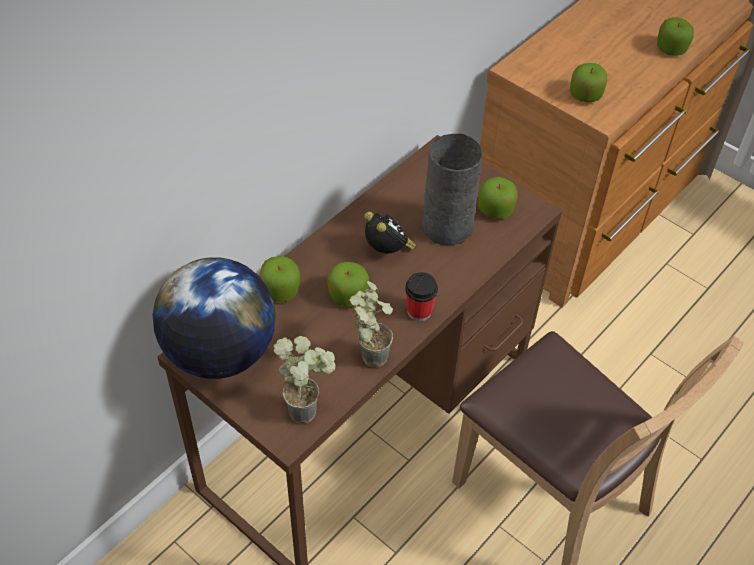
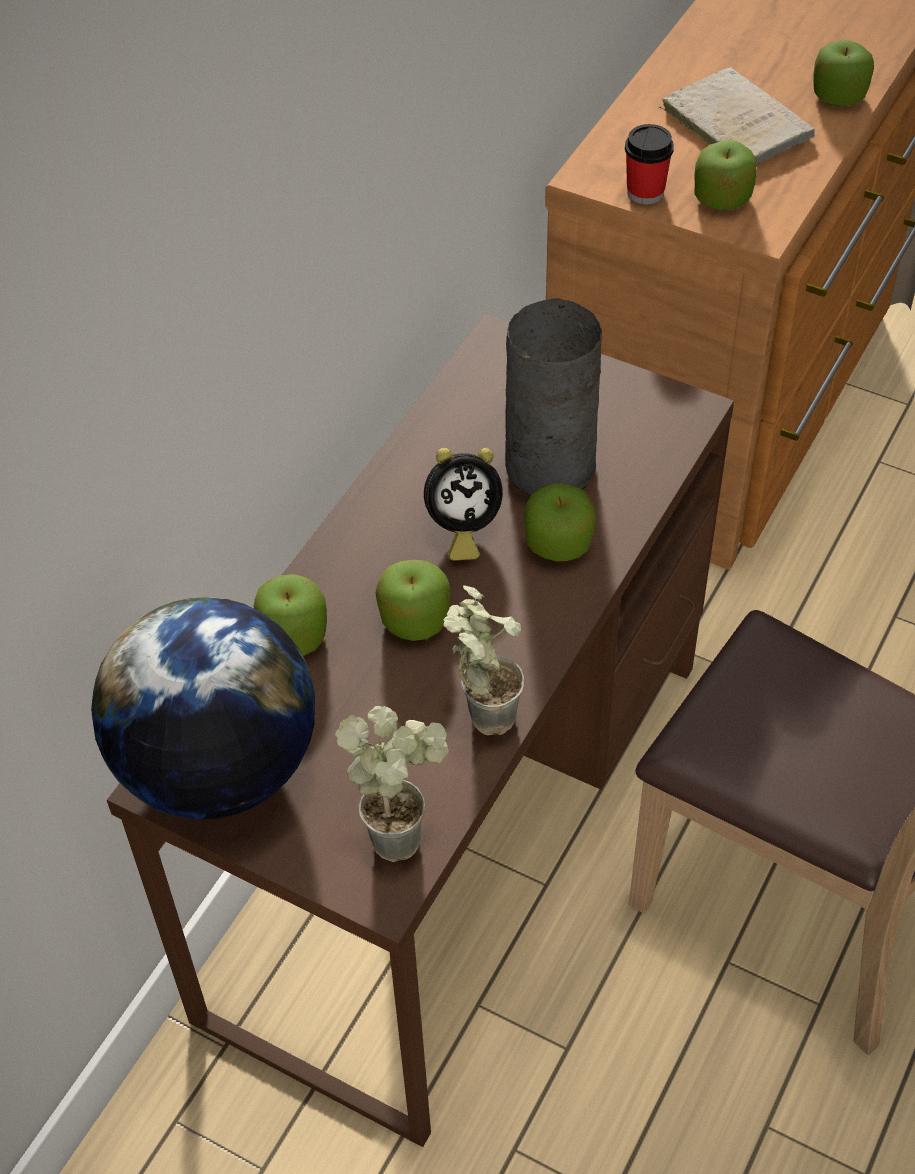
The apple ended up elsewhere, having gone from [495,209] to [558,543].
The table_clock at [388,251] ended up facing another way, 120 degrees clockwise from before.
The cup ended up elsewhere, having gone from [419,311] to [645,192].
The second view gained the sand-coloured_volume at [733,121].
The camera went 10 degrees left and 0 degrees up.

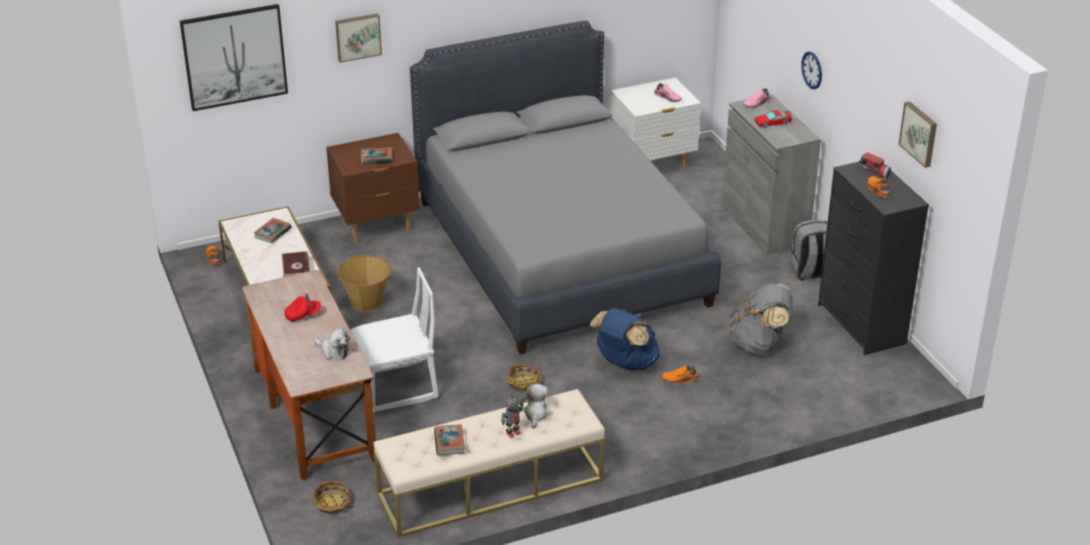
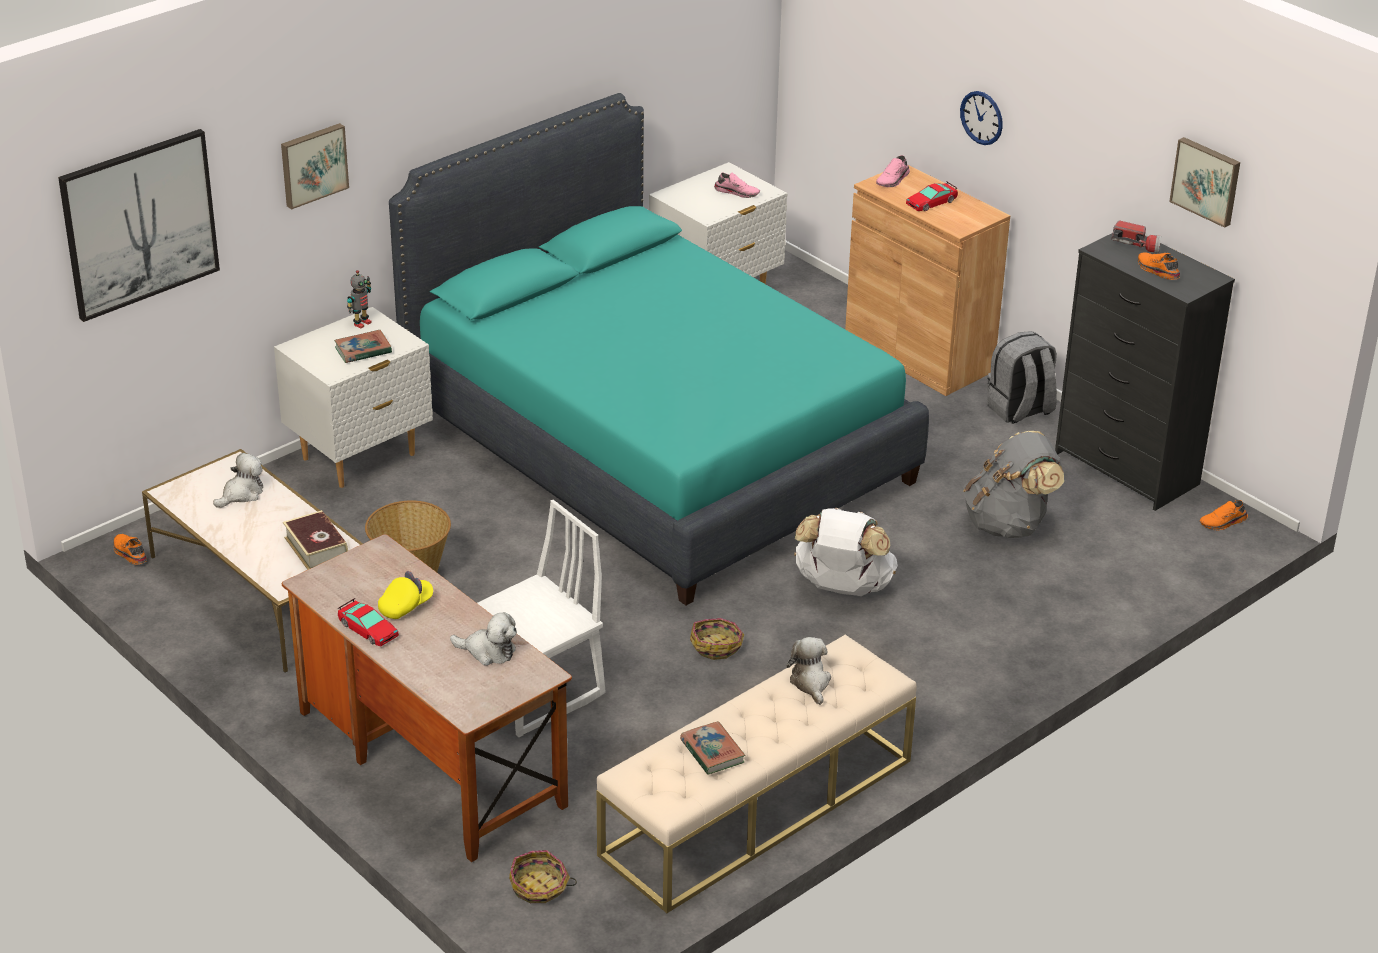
What was the gray_sleeping_bed at [560,251] turned into the turquoise_sleeping_bed at [656,445].
What was the gray_storage_cabinet at [764,224] turned into the brown-coloured_storage_cabinet at [918,355].
What was the brown-coloured_bedside_table at [376,226] turned into the white_bedside_table at [360,457].
Where the volume stood at [273,233], the soft_toy came to stand at [241,494].
What was the red_cap at [303,315] turned into the yellow_cap at [406,606].
What was the blue-coloured_rucksack at [625,363] turned into the white_rucksack at [843,588].
The orangey_low_shoe ended up elsewhere, having gone from [680,380] to [1223,523].
The robot_figure ended up elsewhere, having gone from [513,432] to [361,323].
The second view gained the toy_car at [367,629].
The camera went 20 degrees left and 0 degrees up.

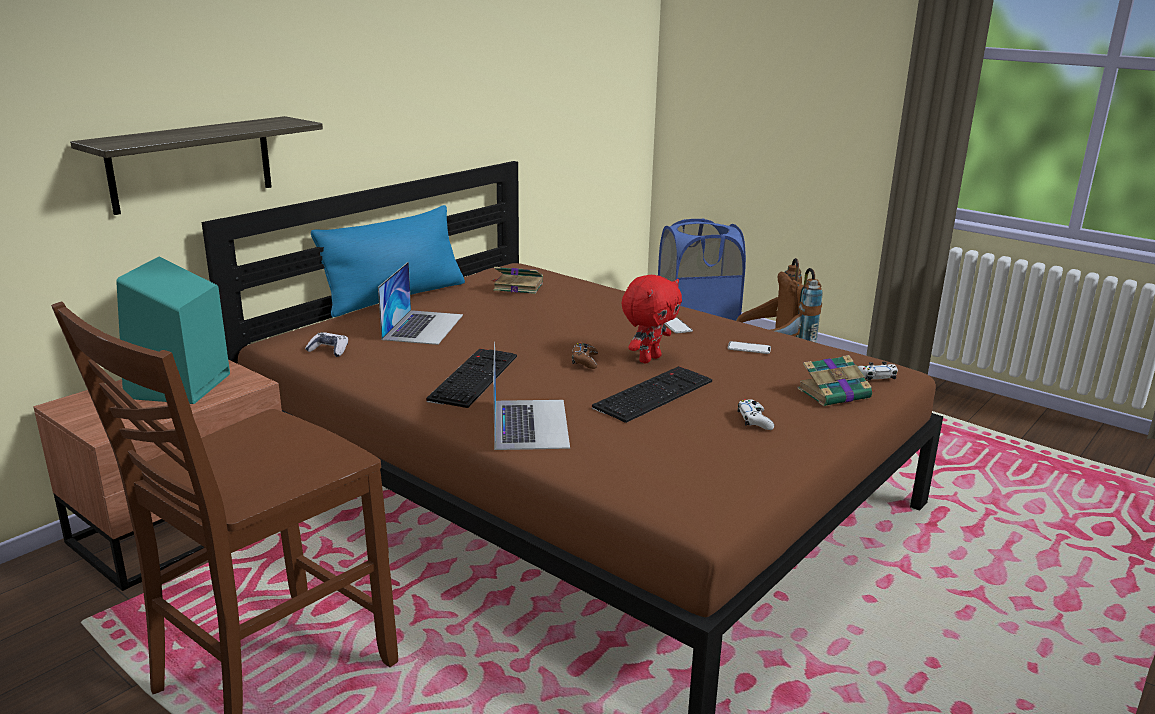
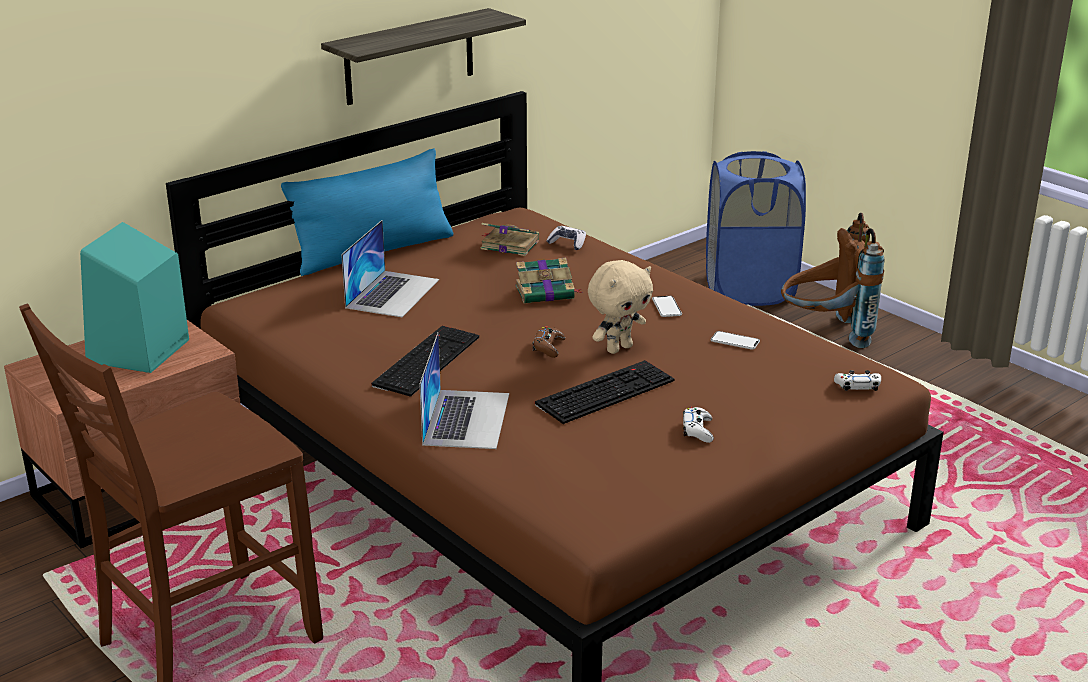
The bracket_shelf ended up elsewhere, having gone from [192,164] to [409,57].
What was the red_soft_toy at [648,359] turned into the sand-coloured_soft_toy at [618,348].
The joypad ended up elsewhere, having gone from [329,350] to [567,243].
The volume ended up elsewhere, having gone from [835,393] to [546,292].
The camera went 10 degrees right and 5 degrees up.

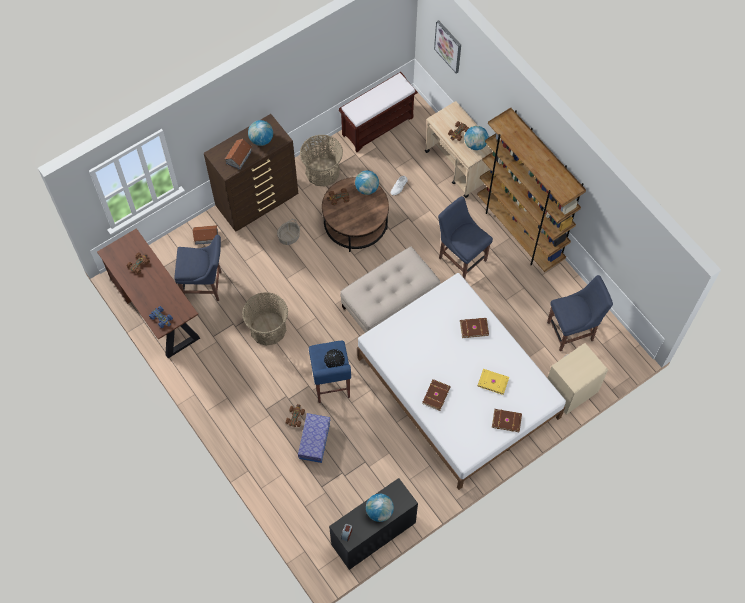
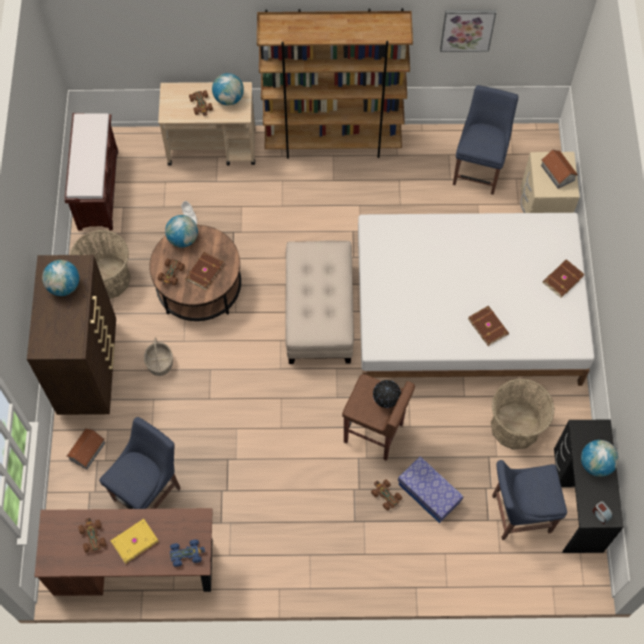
The picture ended up elsewhere, having gone from [448,46] to [467,29].
The model_house ended up elsewhere, having gone from [238,157] to [557,173].
The blue-coloured_chair ended up elsewhere, having gone from [461,257] to [517,513].
The storage_basket ended up elsewhere, having gone from [268,328] to [515,426].
The brown-coloured_volume ended up elsewhere, having gone from [473,327] to [204,271].
What was the blue-coloured_stool at [331,385] turned into the brown-coloured_stool at [374,434].
The yellow_volume ended up elsewhere, having gone from [493,381] to [134,541].
The camera went 55 degrees left and 0 degrees up.

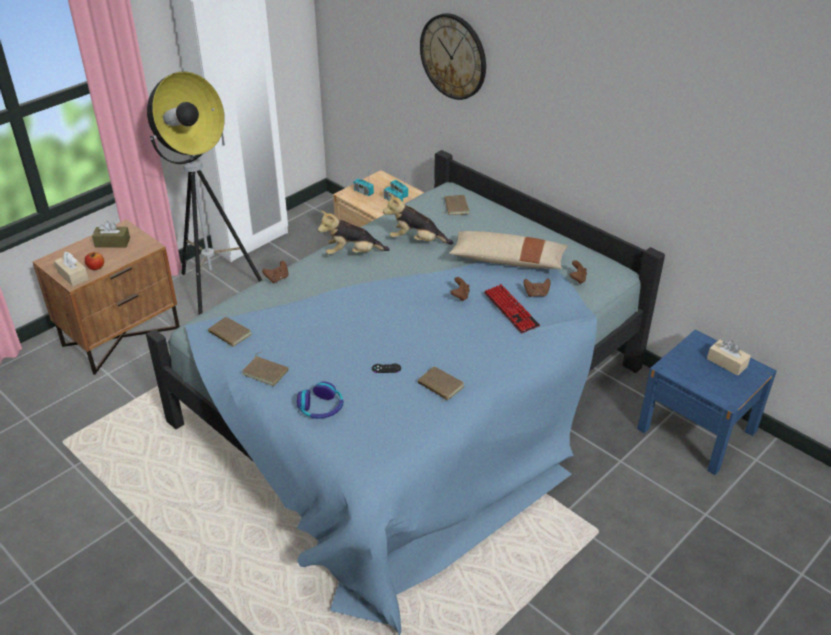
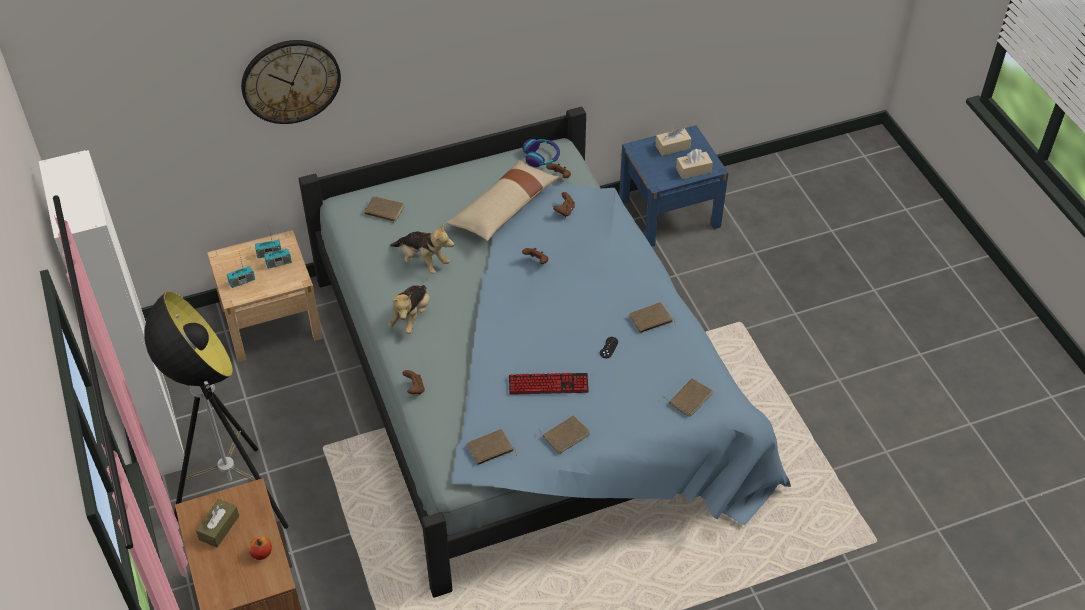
The soft_toy at [416,241] ended up facing another way, 90 degrees counterclockwise from before.
The sand-coloured_tissue_box ended up elsewhere, having gone from [73,276] to [693,170].
The computer_keyboard ended up elsewhere, having gone from [511,310] to [548,385].
The headset ended up elsewhere, having gone from [321,407] to [541,157].
The second view gained the brown-coloured_volume at [689,398].
The camera went 65 degrees left and 10 degrees up.

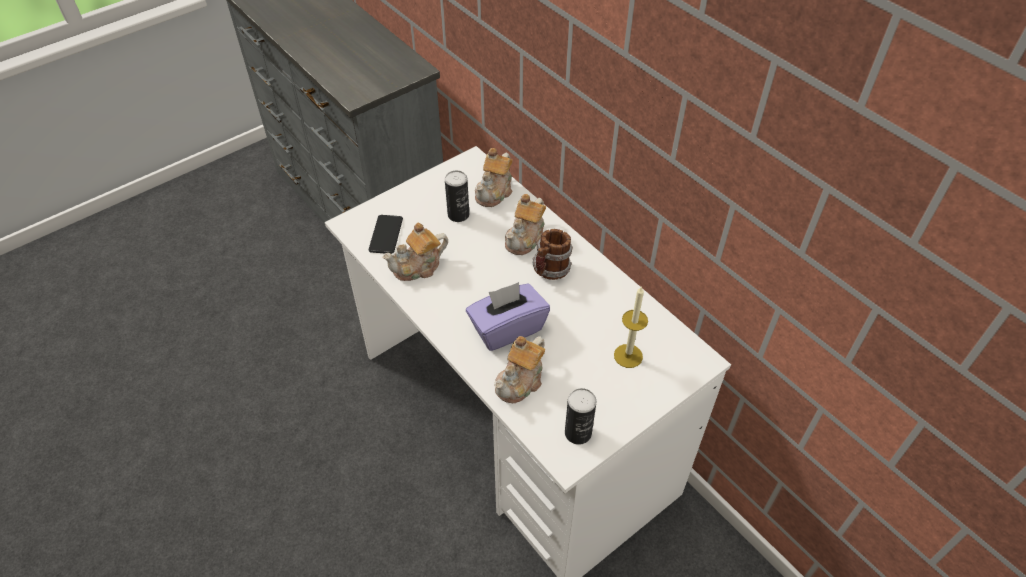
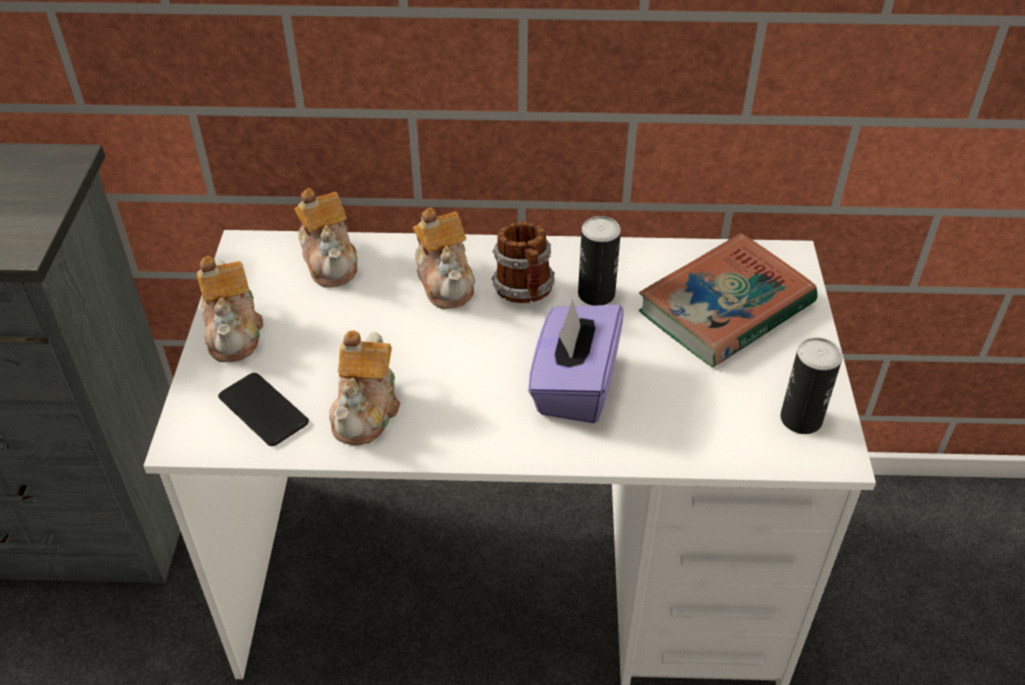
The sealed_can ended up elsewhere, having gone from [458,215] to [596,294].
Where the candle stood at [628,356], the volume came to stand at [725,308].
The teapot ended up elsewhere, having gone from [520,381] to [234,331].
The camera went 50 degrees left and 5 degrees down.

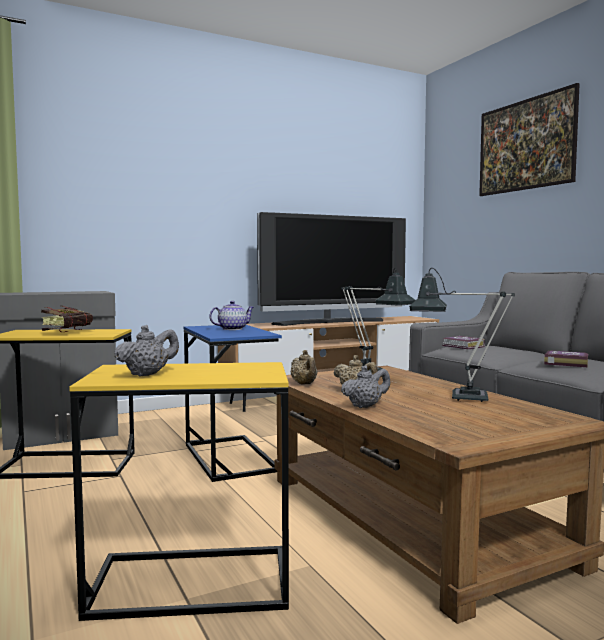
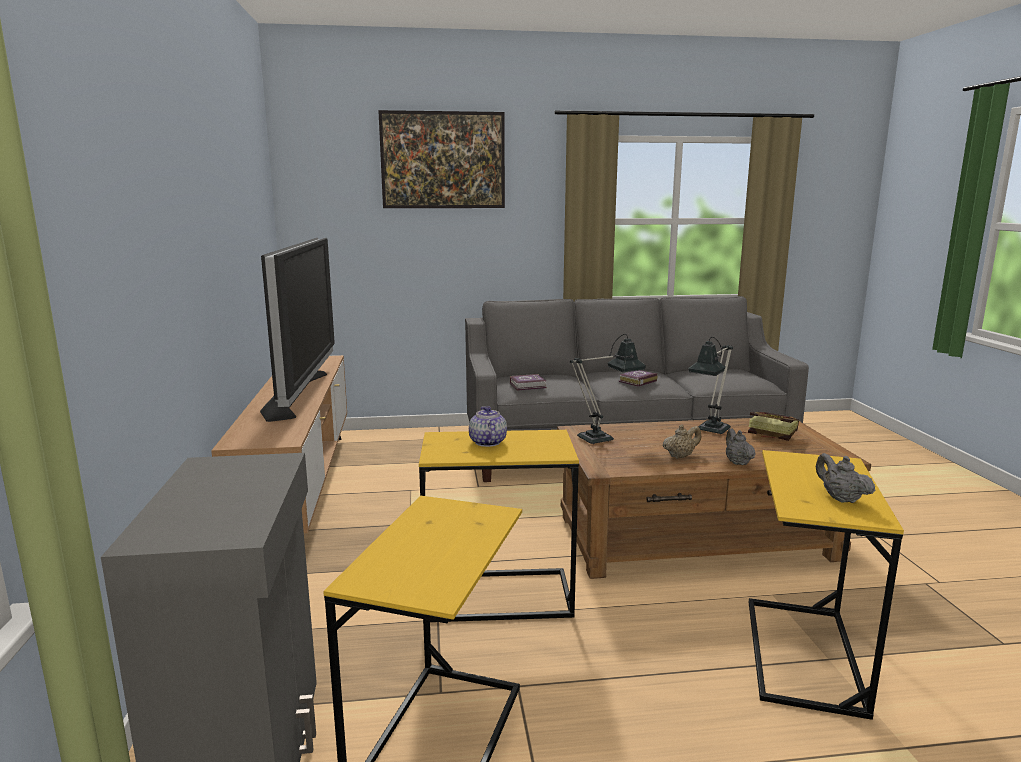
The volume ended up elsewhere, having gone from [71,332] to [766,435].
What was the blue-coloured_end_table at [229,457] turned into the yellow_end_table at [498,596].
The second view lost the sand-coloured_teapot at [304,384].
The camera went 70 degrees left and 10 degrees up.

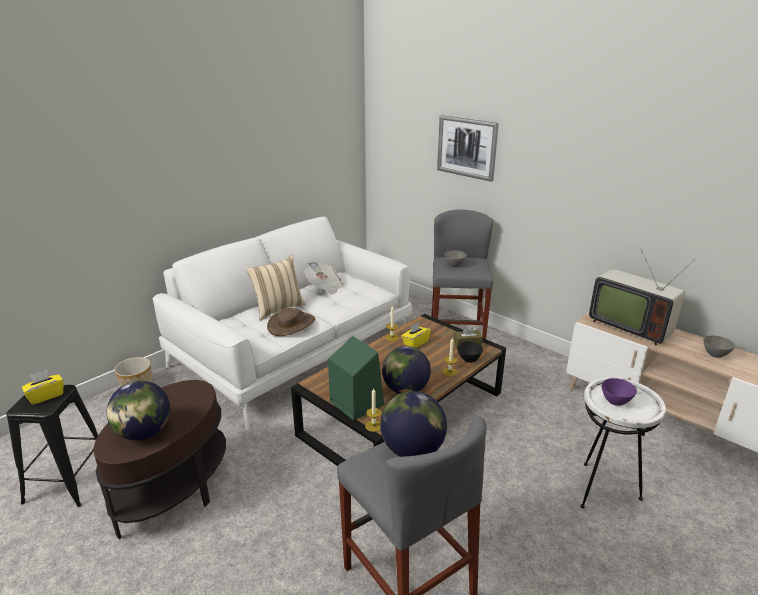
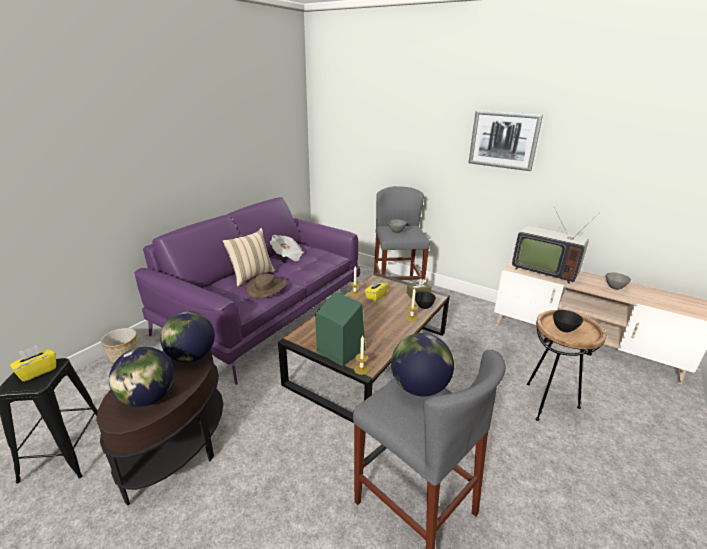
The picture ended up elsewhere, having gone from [467,147] to [503,140].
What was the white_sofa at [295,350] turned into the purplish_sofa at [265,312].
The world_globe ended up elsewhere, having gone from [405,390] to [191,356].
What was the white_end_table at [602,489] turned into the brown-coloured_end_table at [547,403].
What was the purplish_serving_bowl at [615,402] turned into the blackish_serving_bowl at [564,330].
The camera went 10 degrees left and 0 degrees up.

